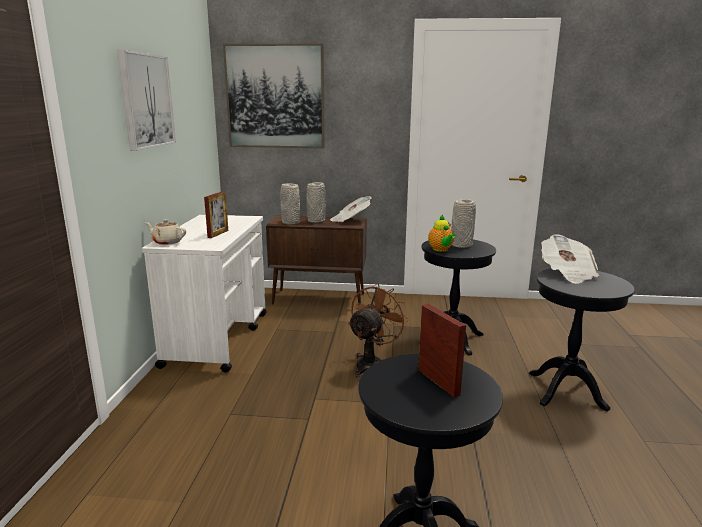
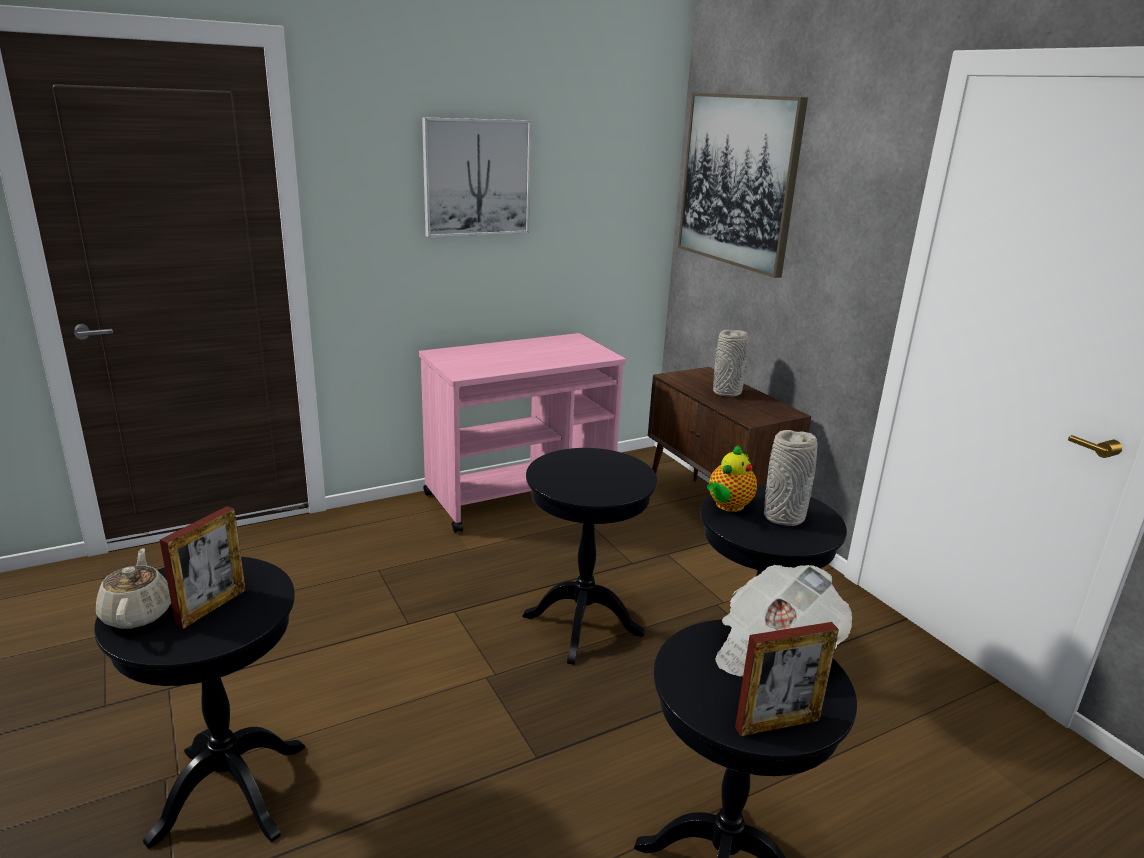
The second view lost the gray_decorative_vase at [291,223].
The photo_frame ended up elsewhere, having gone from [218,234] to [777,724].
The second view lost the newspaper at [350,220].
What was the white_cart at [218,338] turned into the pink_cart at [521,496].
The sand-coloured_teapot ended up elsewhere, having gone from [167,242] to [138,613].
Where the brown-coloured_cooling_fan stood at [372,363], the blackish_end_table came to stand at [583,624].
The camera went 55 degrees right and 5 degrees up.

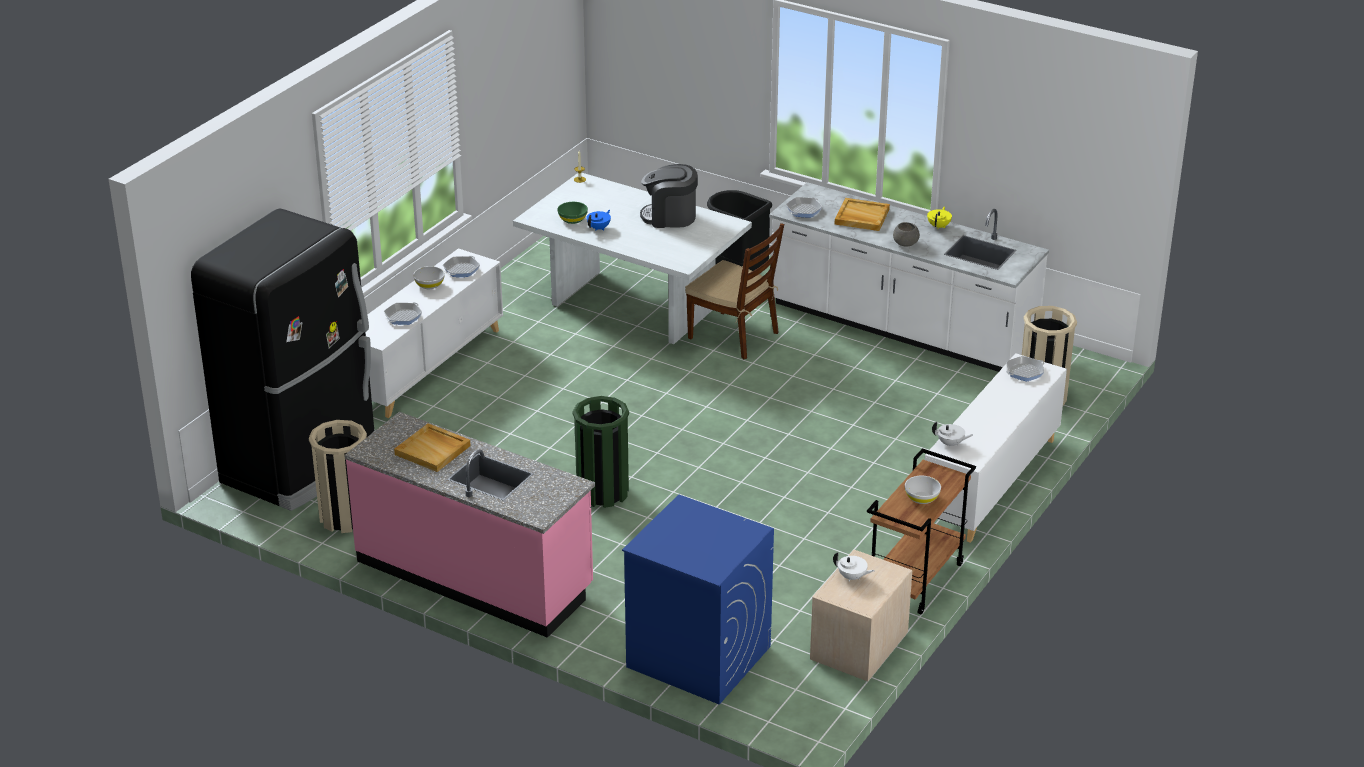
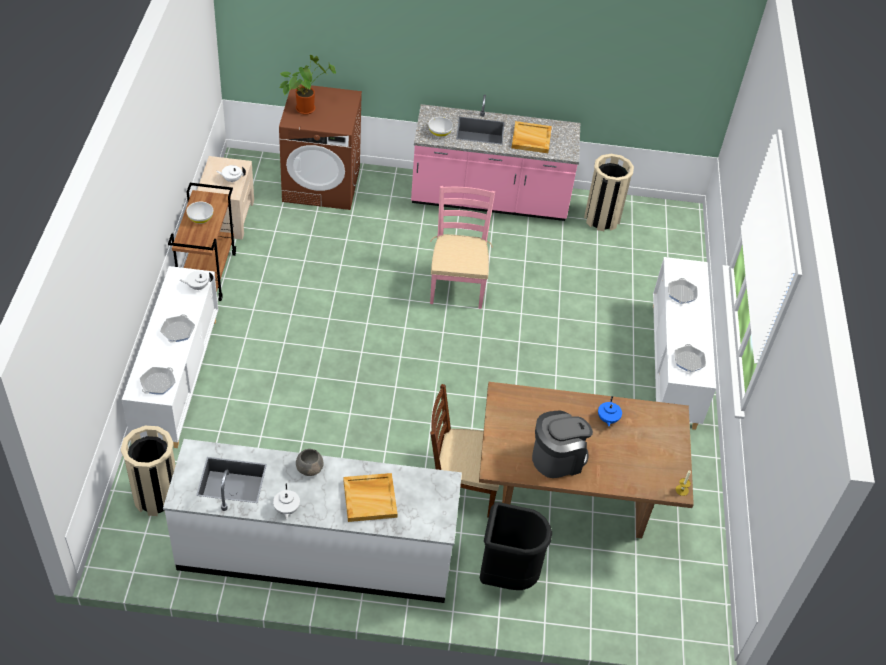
What was the white_kitchen_table at [634,306] turned into the brown-coloured_kitchen_table at [571,497].
The frying_pan ended up elsewhere, having gone from [804,210] to [178,331].
The second view lost the green_serving_bowl at [573,220].
What was the yellow_teapot at [939,226] turned into the white_teapot at [286,509].
The second view lost the blackish_refrigerator at [302,463].
The white_serving_bowl ended up elsewhere, having gone from [429,285] to [440,132].
Where the green_trash_can stood at [602,492], the pink_chair came to stand at [457,285].
What was the blue-coloured_laundry_machine at [697,656] turned into the brown-coloured_laundry_machine at [322,184].
The second view gained the plant_in_a_pot at [306,108].
The camera went 150 degrees right and 15 degrees up.

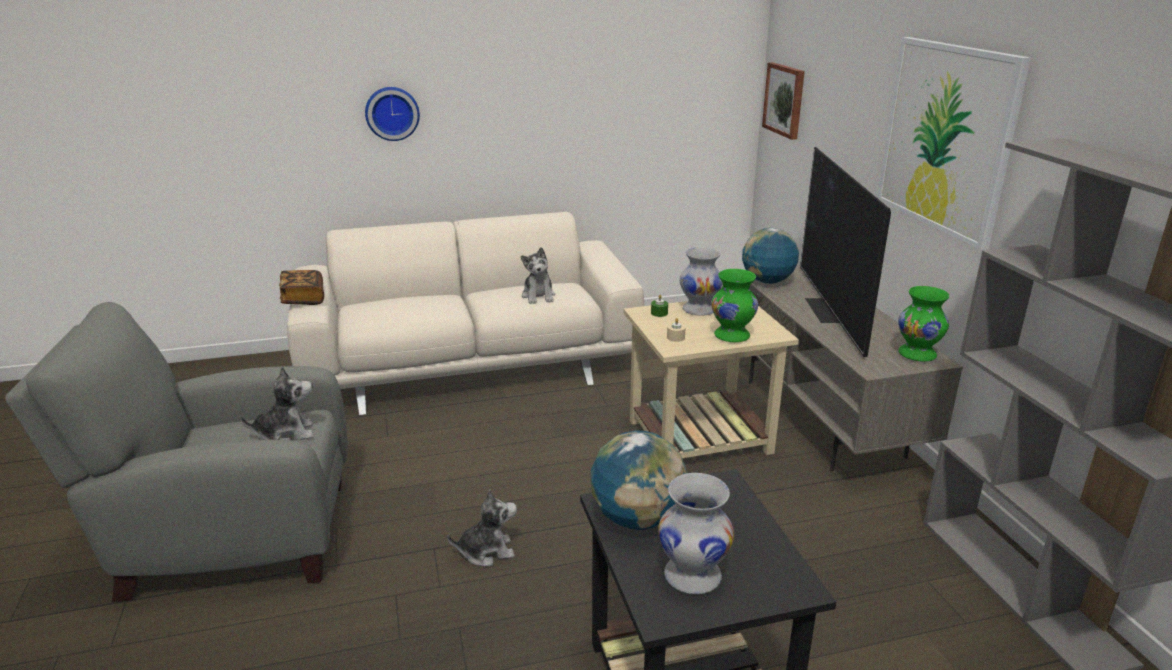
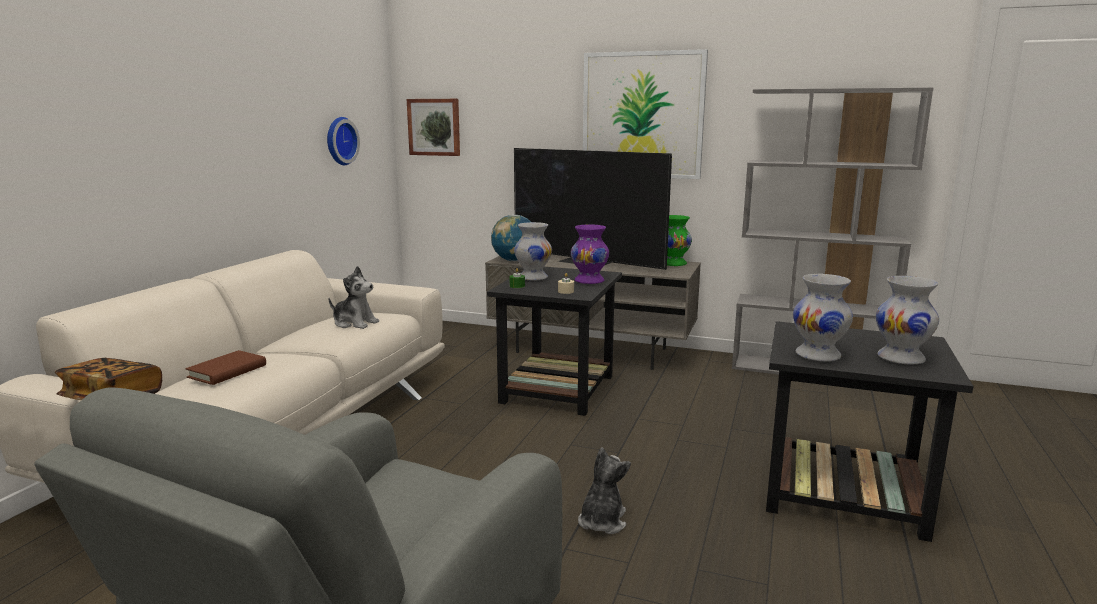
The hanging_clock ended up elsewhere, having gone from [392,113] to [339,141].
What was the green_decorative_vase at [732,336] turned into the purplish_decorative_vase at [590,281].
What was the sand-coloured_end_table at [698,436] turned into the blackish_end_table at [557,389].
The second view lost the soft_toy at [285,434].
Where the world_globe stood at [637,518], the white_decorative_vase came to stand at [819,355].
The second view gained the brown-coloured_volume at [227,371].
The camera went 55 degrees left and 10 degrees down.

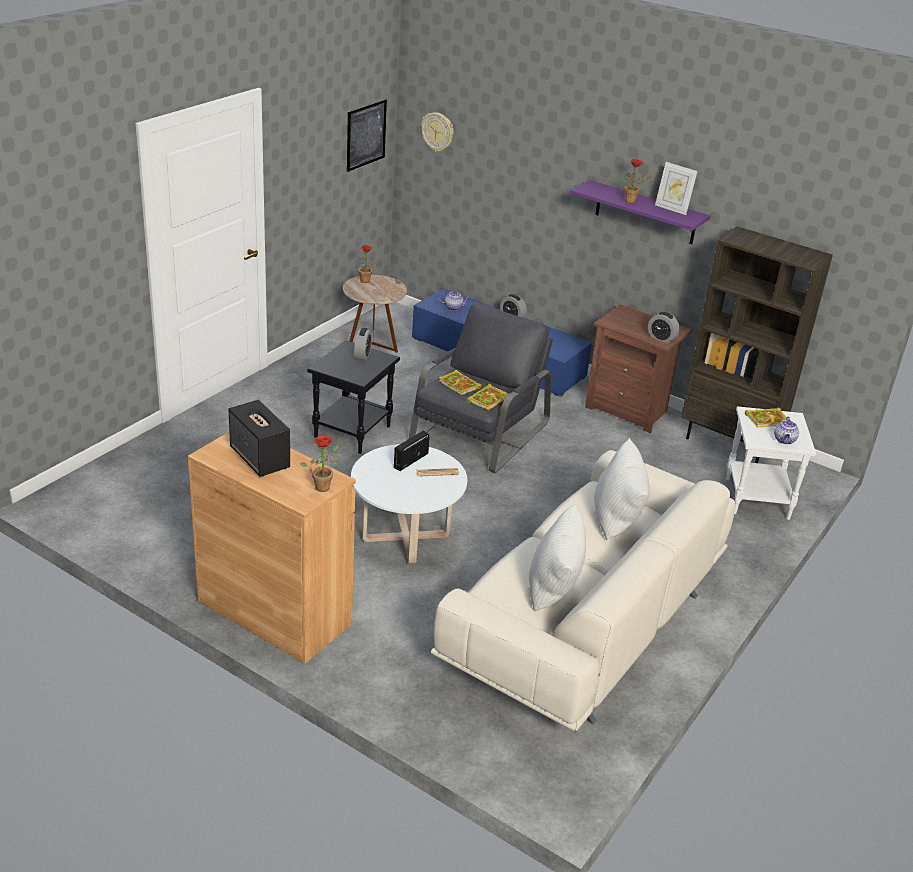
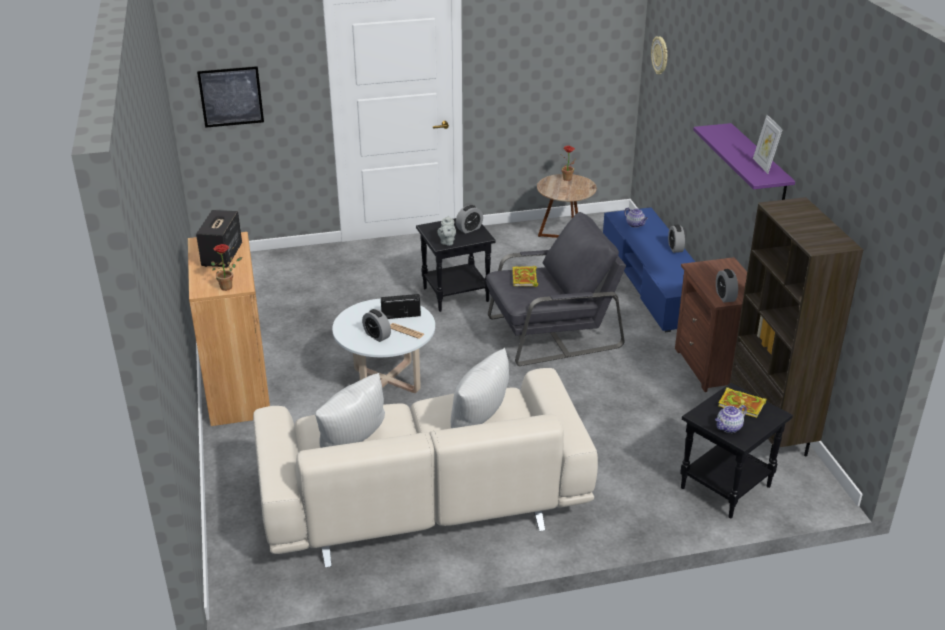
The picture ended up elsewhere, having gone from [366,135] to [231,96].
The second view lost the plant_in_a_pot at [632,201].
The second view lost the volume at [488,399].
What was the white_end_table at [758,499] turned into the blackish_end_table at [726,488].
The second view gained the gray_teapot at [447,242].
The second view gained the table_clock at [377,336].
The camera went 45 degrees right and 0 degrees up.

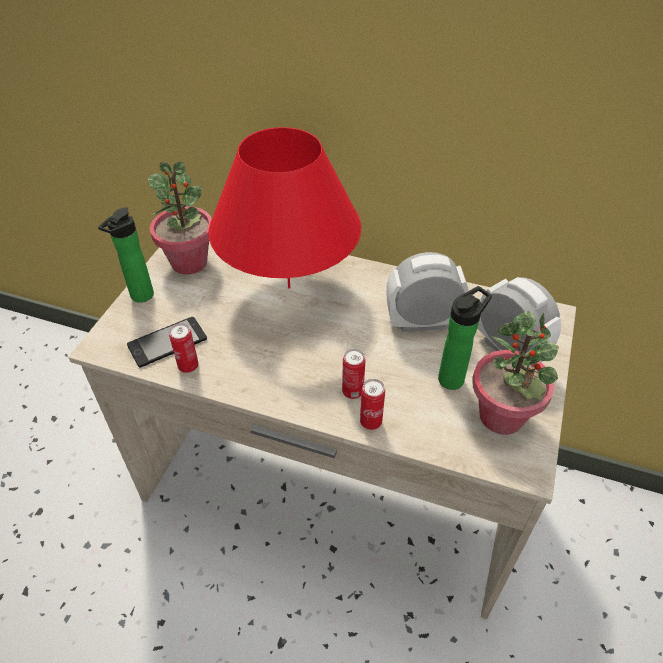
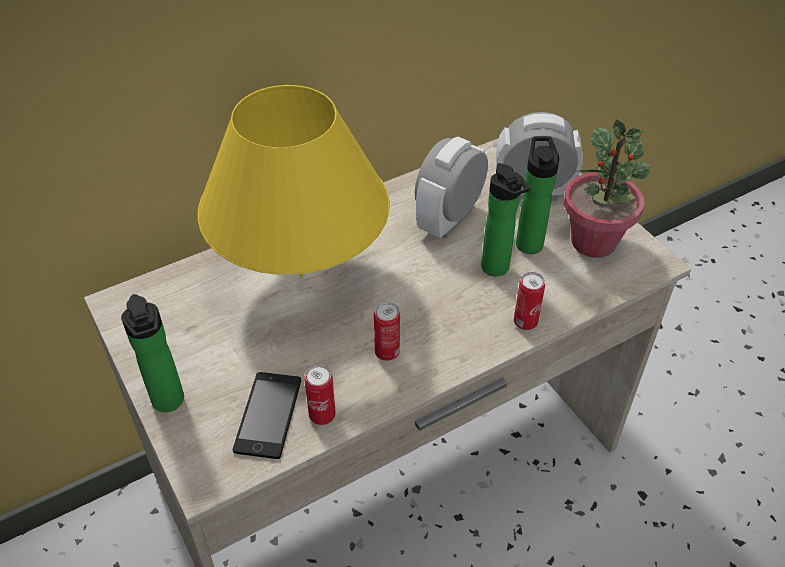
What was the red_lamp_for_a_table at [289,287] turned into the yellow_lamp_for_a_table at [302,277].
The second view lost the plant_in_a_pot at [189,262].
The sealed_can ended up elsewhere, having gone from [352,392] to [387,352].
The second view gained the drink_bottle at [497,270].
The camera went 50 degrees left and 0 degrees up.

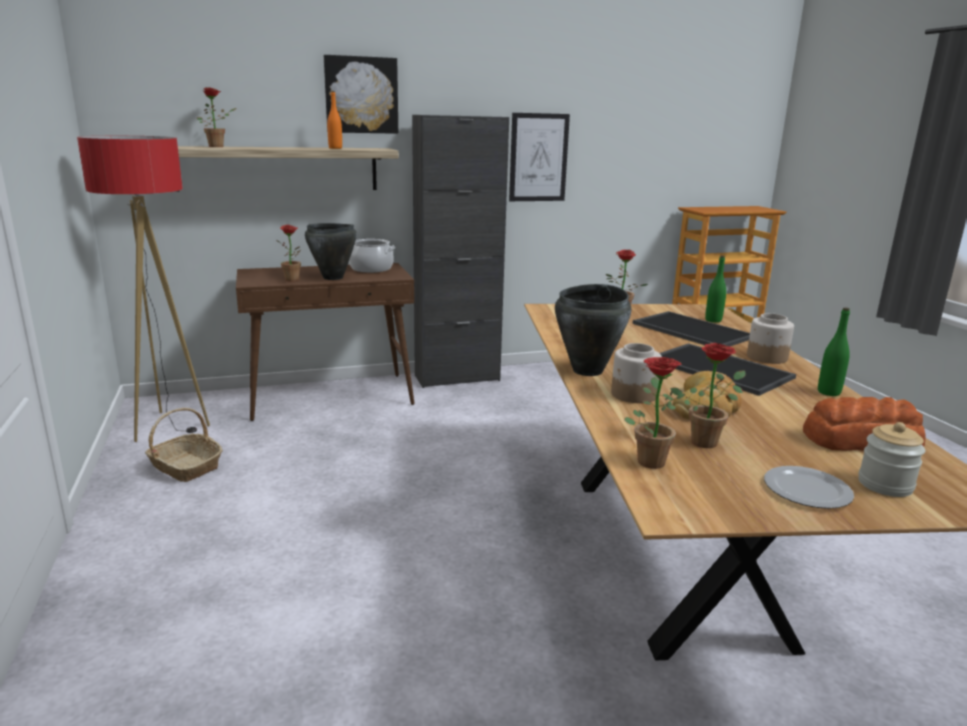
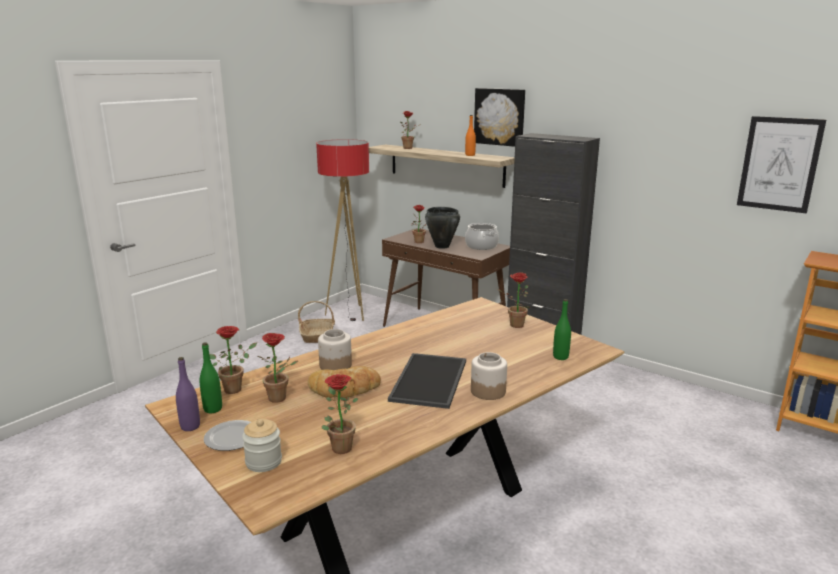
The picture ended up elsewhere, having gone from [538,158] to [779,164].
The second view lost the blackish_saucepot at [588,371].
The green_drink_bottle ended up elsewhere, having gone from [828,392] to [213,409].
The second view lost the serving_tray at [690,330].
Where the baked_bread stood at [859,439], the plant_in_a_pot came to stand at [339,446].
The second view gained the purplish_drink_bottle at [190,426].
The camera went 55 degrees right and 0 degrees up.

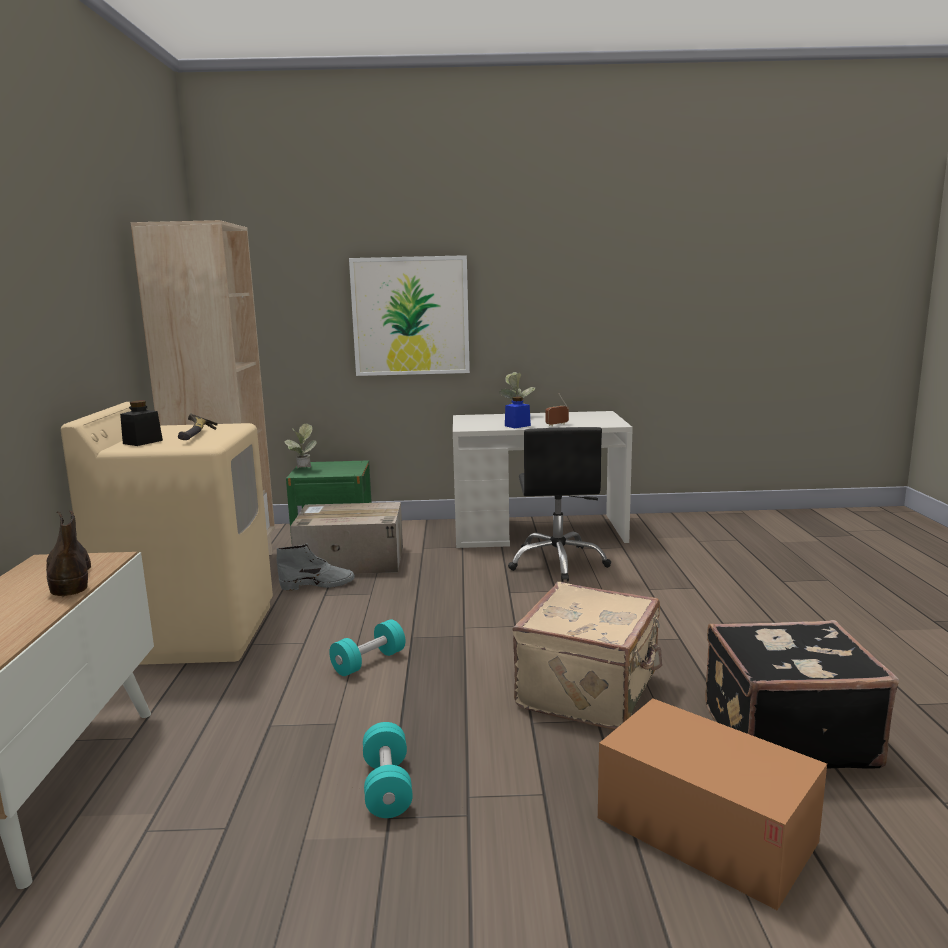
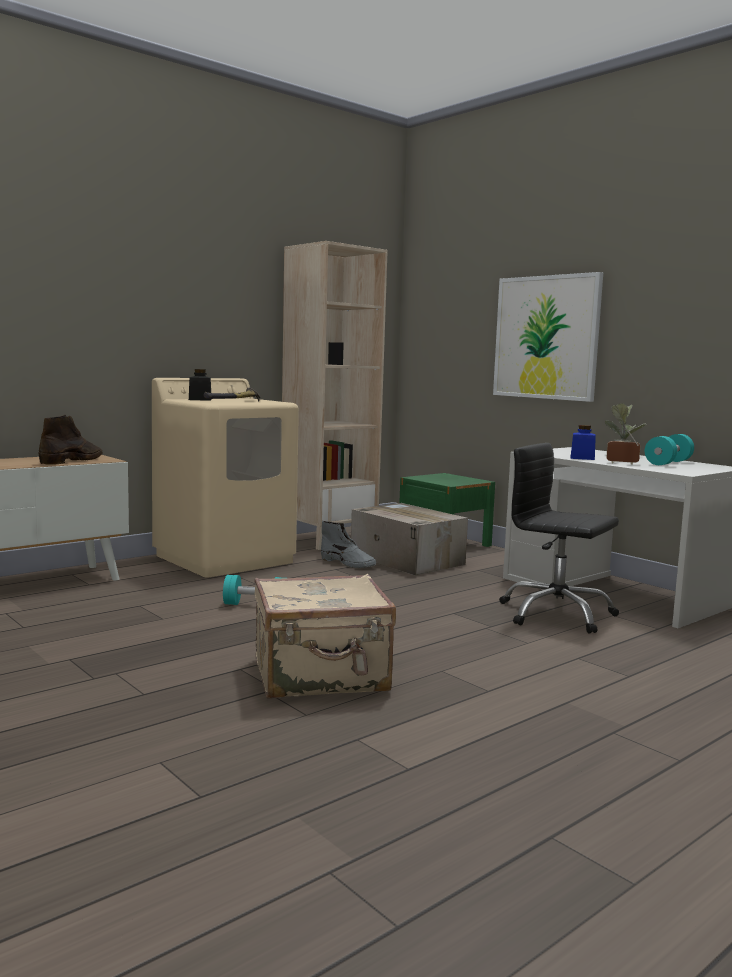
The second view lost the plant_in_a_pot at [302,469].
The blackish_office_chair at [558,562] ended up facing another way, 75 degrees clockwise from before.
The second view lost the blackish_travel_case at [785,734].
The second view lost the cardboard_box at [705,830].
The turquoise_dumbbell ended up elsewhere, having gone from [387,787] to [668,463].
The camera went 50 degrees right and 5 degrees down.

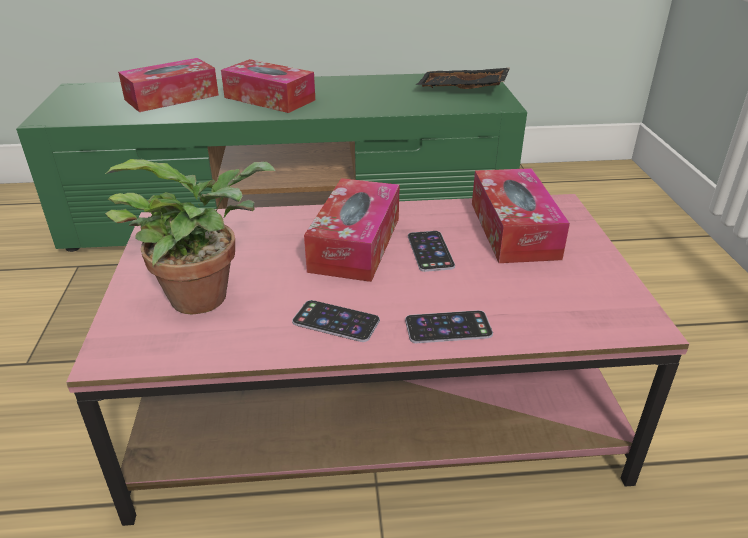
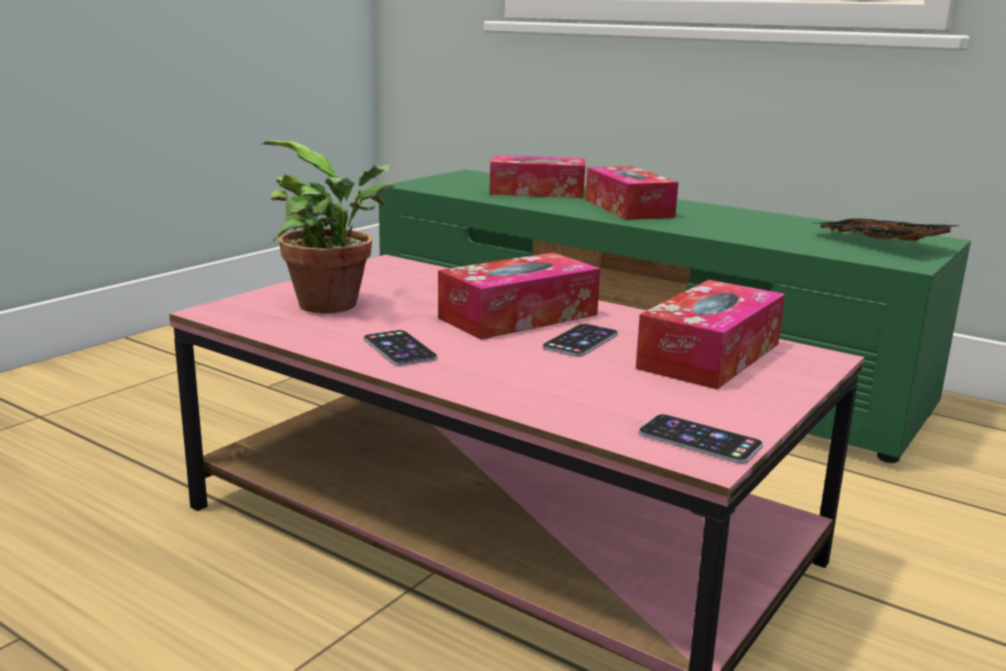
The handset ended up elsewhere, having gone from [448,327] to [699,439].
The camera went 40 degrees right and 15 degrees down.

